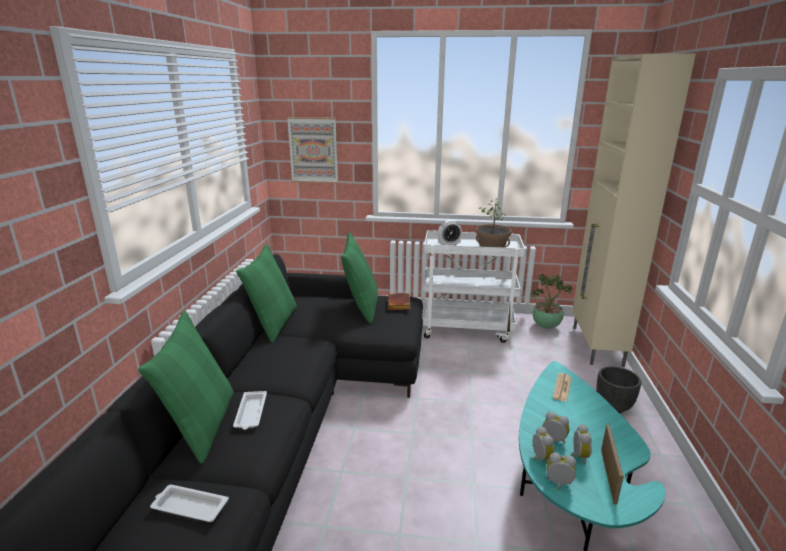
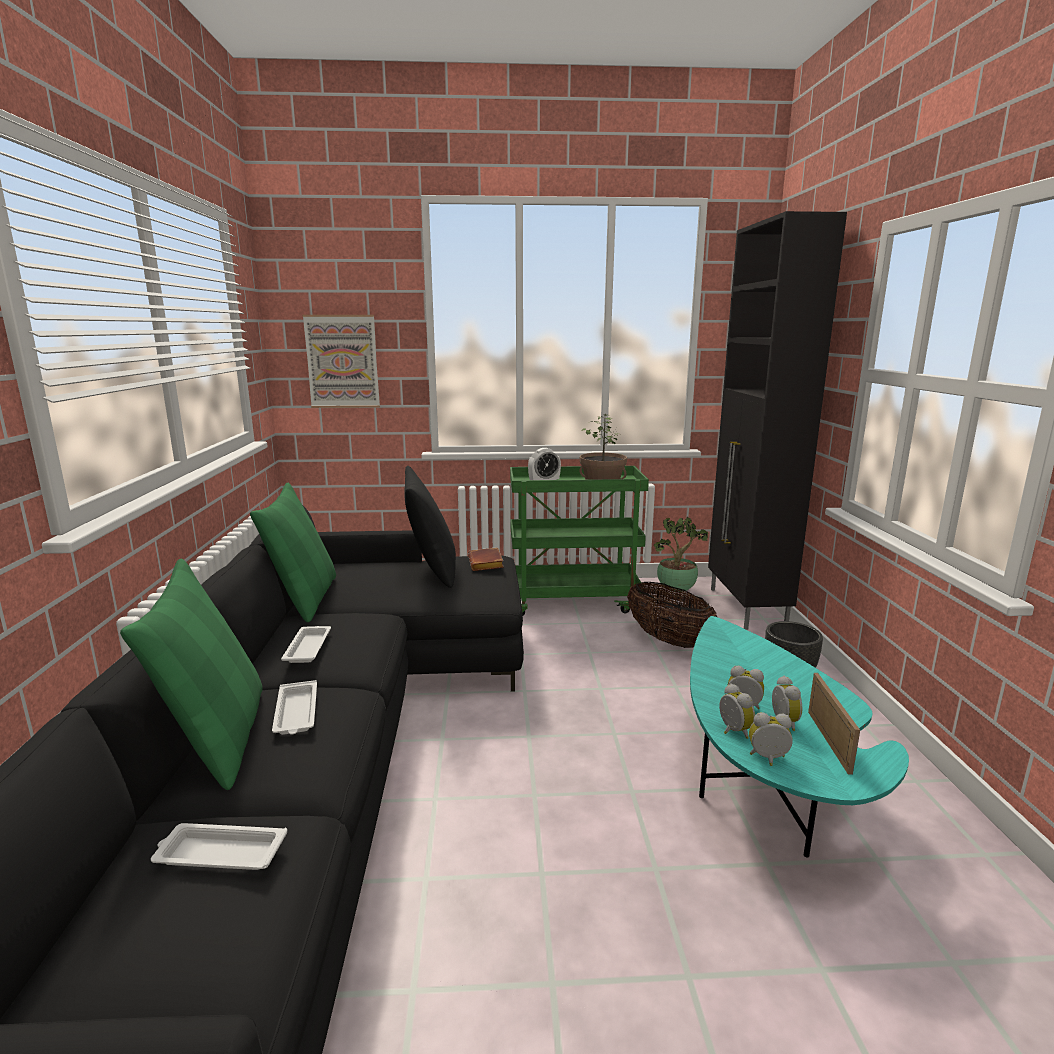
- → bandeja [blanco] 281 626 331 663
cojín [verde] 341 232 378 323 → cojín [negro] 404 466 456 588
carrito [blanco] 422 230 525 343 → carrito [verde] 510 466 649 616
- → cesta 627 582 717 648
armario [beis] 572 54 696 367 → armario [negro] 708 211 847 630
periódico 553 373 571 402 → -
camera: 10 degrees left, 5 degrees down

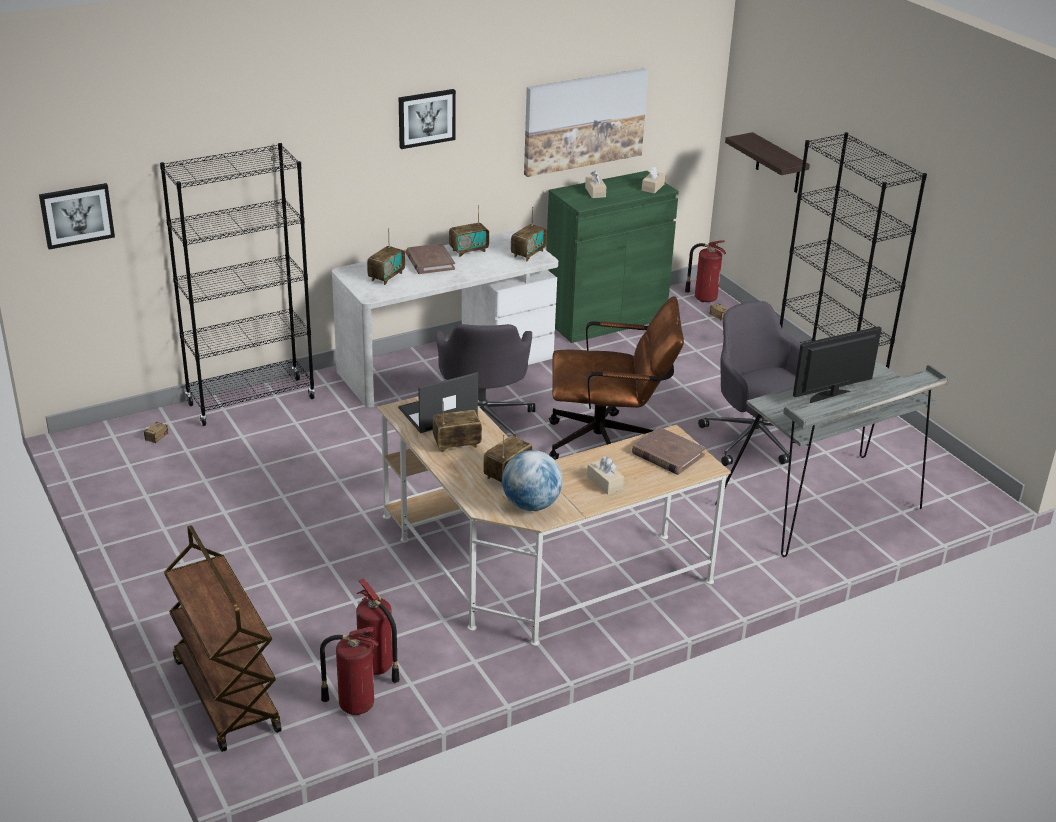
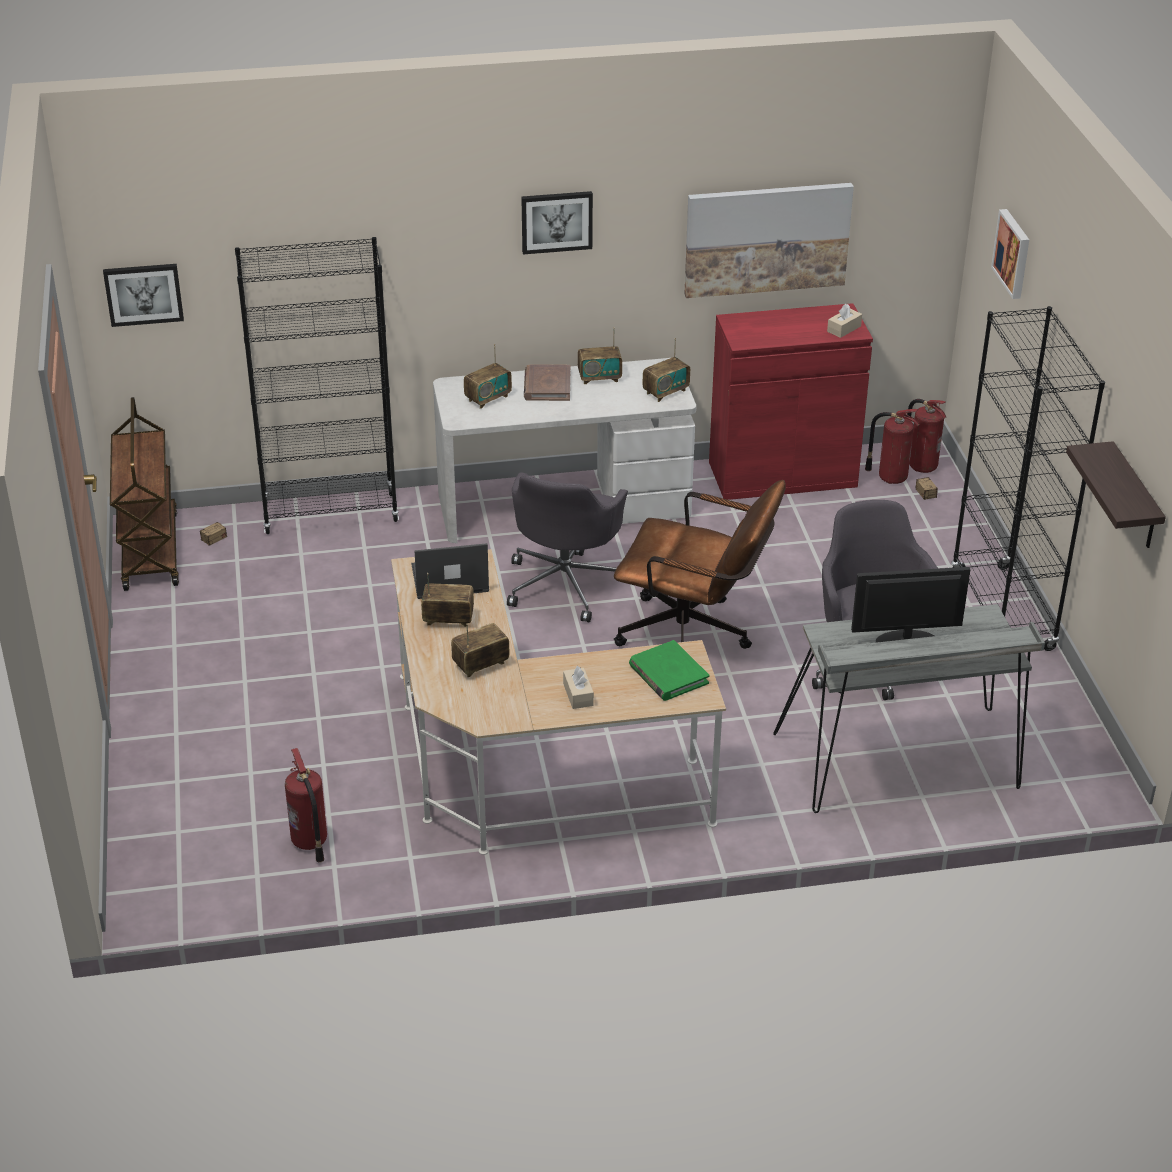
carrito [marrón] 164 525 282 752 → carrito [marrón] 110 397 179 591, shifted
libro [marrón] 632 427 705 475 → libro [verde] 629 640 709 701
armario [verde] 546 171 679 343 → armario [rojo] 709 303 873 500
extintor 320 627 379 715 → extintor 865 409 919 484, shifted
- → cuadro 991 209 1029 299
estante 725 132 810 193 → estante 1066 441 1166 548, shifted
globo terráqueo 502 450 563 511 → -
caja de pañuelos [beis] 585 171 606 198 → -
camera: 20 degrees right, 5 degrees up

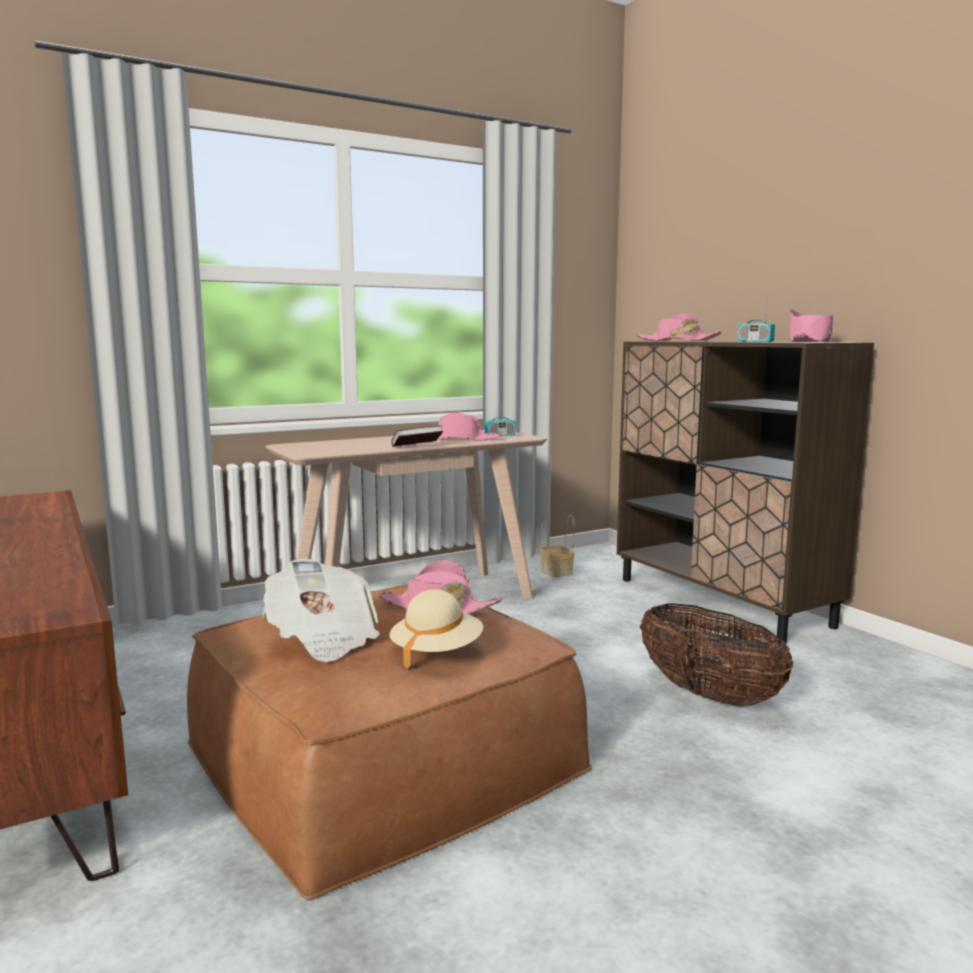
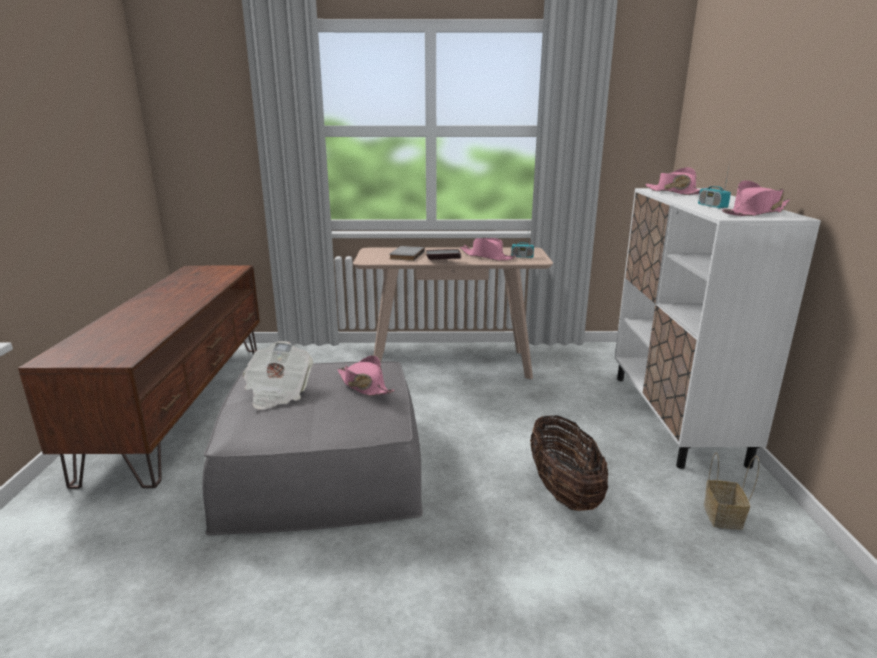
puf [marrón] 187 585 592 900 → puf [gris] 202 361 423 535
- → libro [gris] 389 246 425 261
armario [marrón] 617 341 874 643 → armario [blanco] 615 188 821 469
cesta 540 514 575 577 → cesta 704 453 759 530, shifted
sombrero [beis] 390 589 483 669 → -
camera: 30 degrees right, 10 degrees up

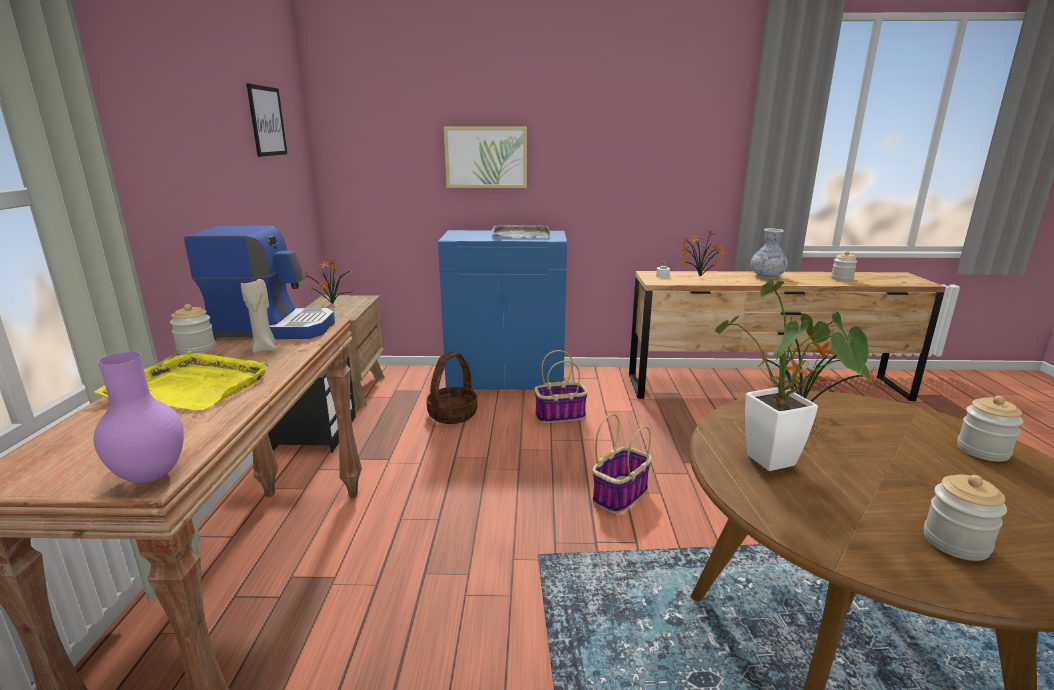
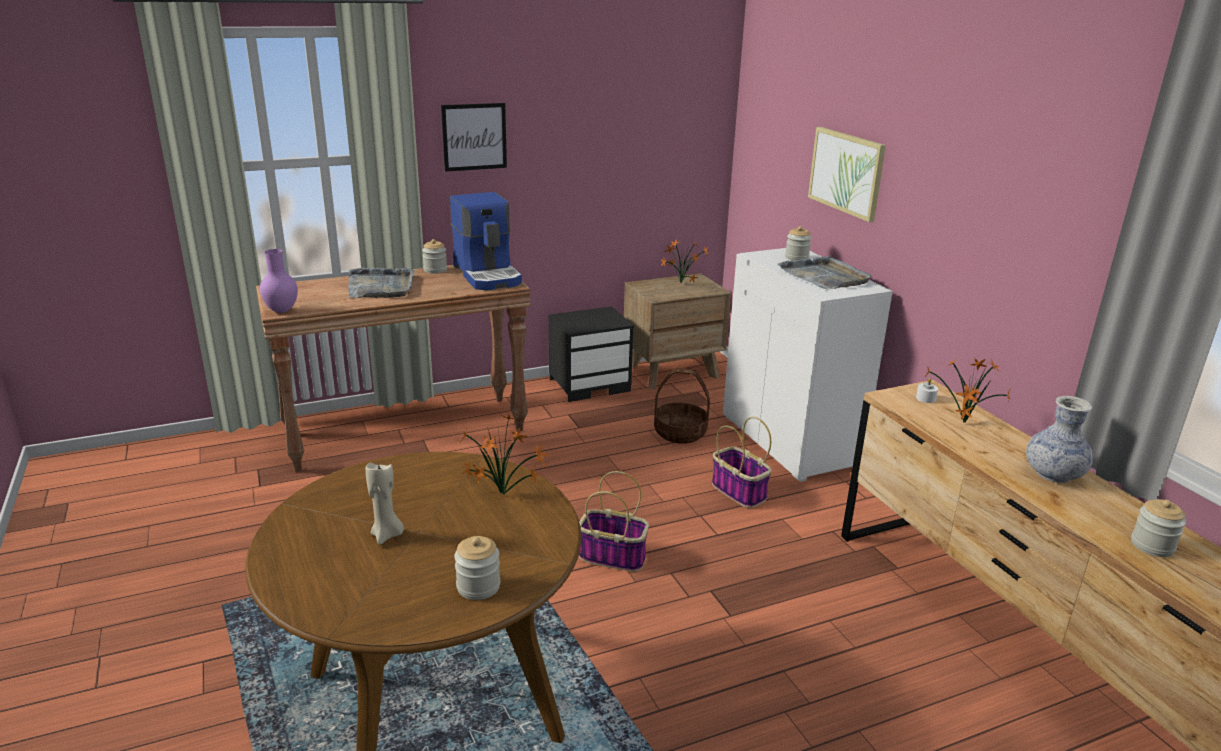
bandeja [amarillo] 95 351 269 410 → bandeja [gris] 348 268 414 298
vela [beis] 241 279 277 353 → vela [beis] 365 461 404 545, shifted
cuadro 247 84 287 157 → cuadro 441 103 507 172, shifted
armario [azul] 438 230 567 390 → armario [blanco] 723 248 893 482
tarro 924 475 1007 561 → tarro 785 226 812 261, shifted
planta en maceta 715 280 873 471 → -
camera: 65 degrees right, 5 degrees up

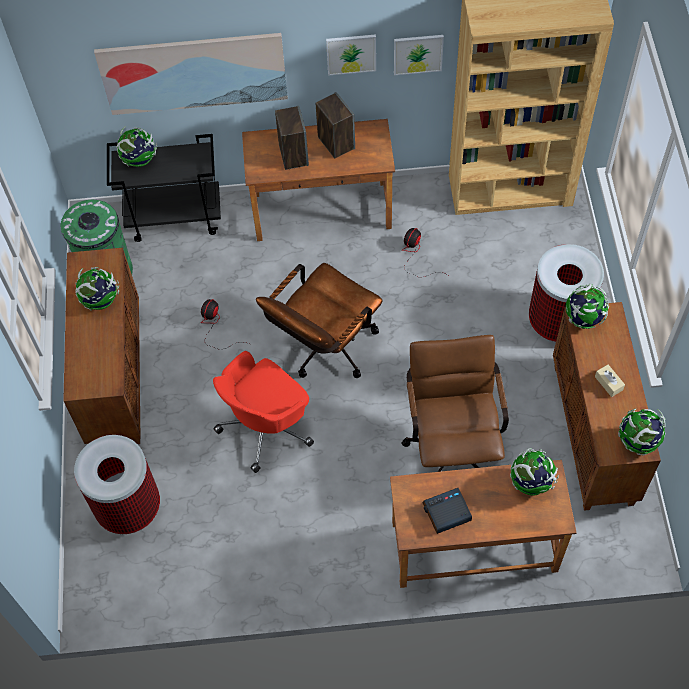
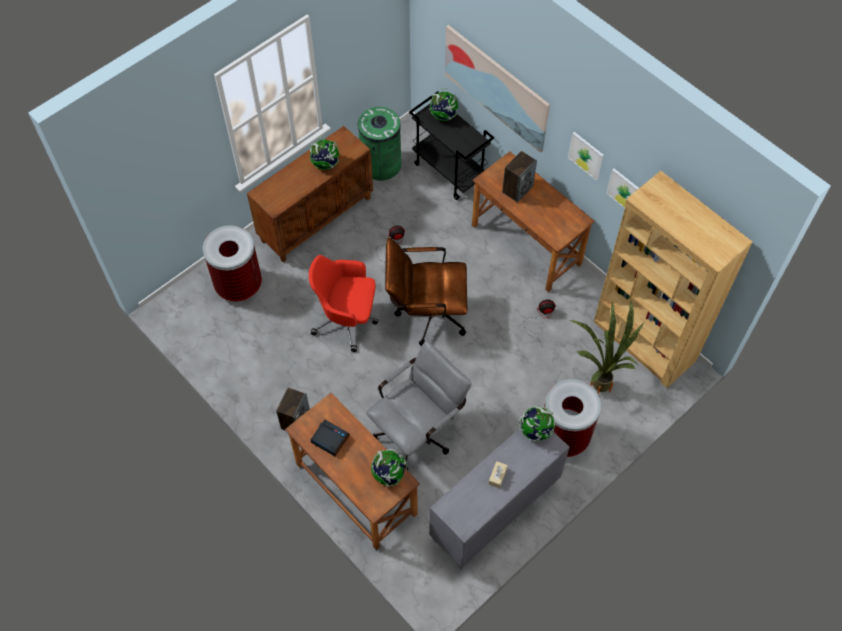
altavoz 316 92 355 158 → altavoz 276 388 310 431, shifted
silla de oficina [marrón] 401 335 509 472 → silla de oficina [gris] 366 340 472 471
armario [marrón] 553 302 661 511 → armario [gris] 429 426 570 569
- → planta en maceta 570 298 644 394
globo terráqueo 618 409 666 455 → -
camera: 50 degrees right, 0 degrees up

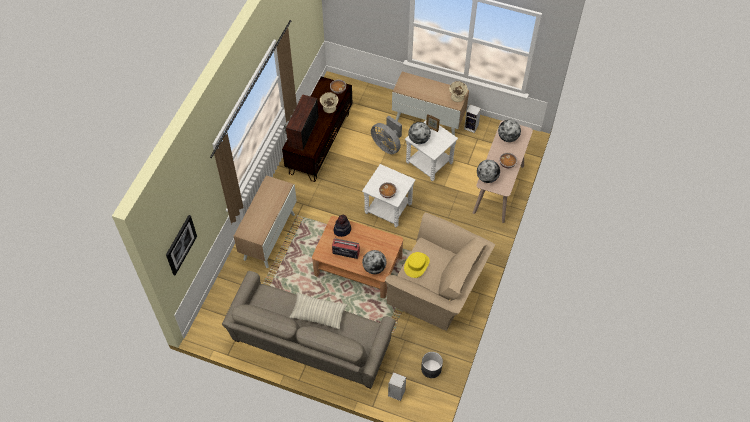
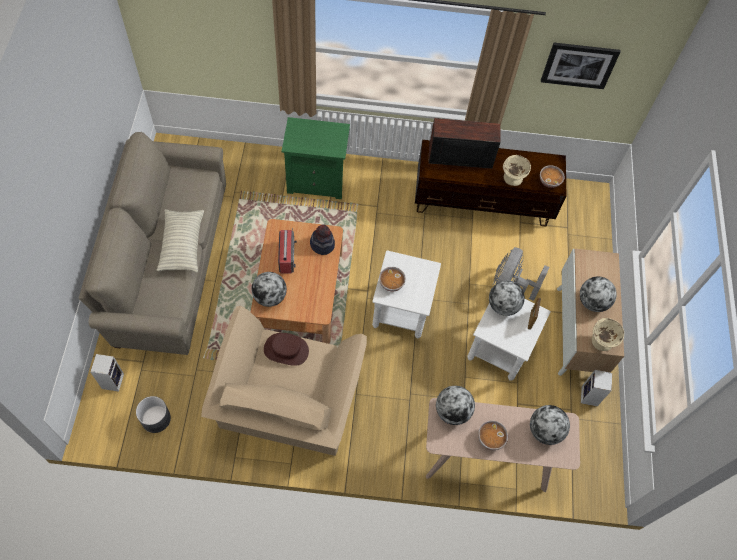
sombrero [amarillo] 404 252 430 278 → sombrero [marrón] 264 333 309 366
armario 234 176 297 268 → mesita de noche [verde] 282 117 350 199
cuadro 166 215 197 275 → cuadro 541 43 620 89, shifted
- → globo terráqueo 580 277 617 312
camera: 70 degrees right, 5 degrees up

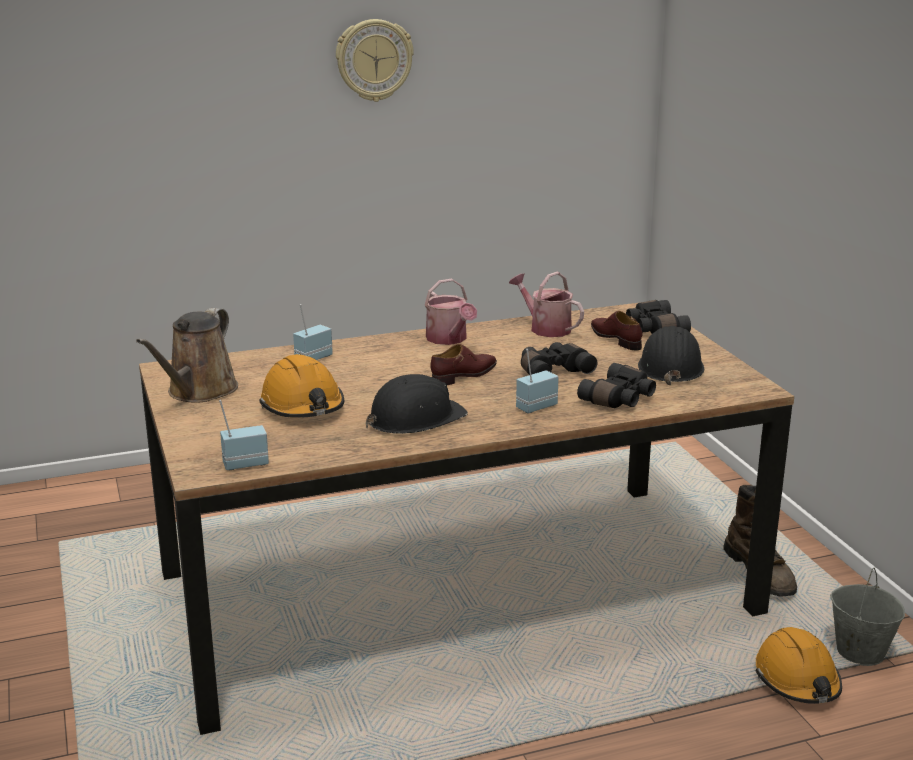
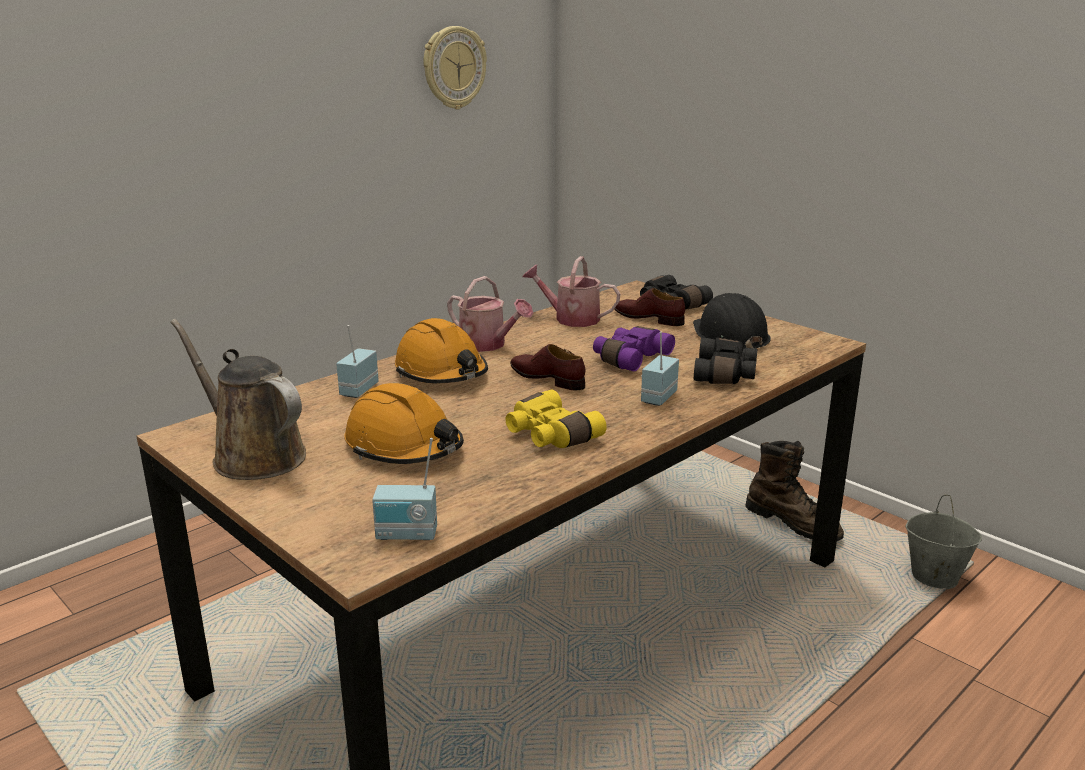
regadera [marrón] 136 308 238 403 → regadera [marrón] 170 319 306 480, 135 degrees clockwise
radio 219 400 269 471 → radio 372 438 437 540, 135 degrees counterclockwise
casco [naranja] 756 627 842 704 → casco [naranja] 395 318 488 383, shifted
reloj de pared 336 19 414 102 → reloj de pared 423 26 487 109, shifted
casco [negro] 366 374 468 434 → prismáticos [amarillo] 506 390 607 448
zapato [marrón] 431 344 497 385 → zapato [marrón] 510 344 586 390, 75 degrees counterclockwise
prismáticos [negro] 521 342 597 375 → prismáticos [morado] 593 326 675 371
camera: 25 degrees left, 0 degrees up

